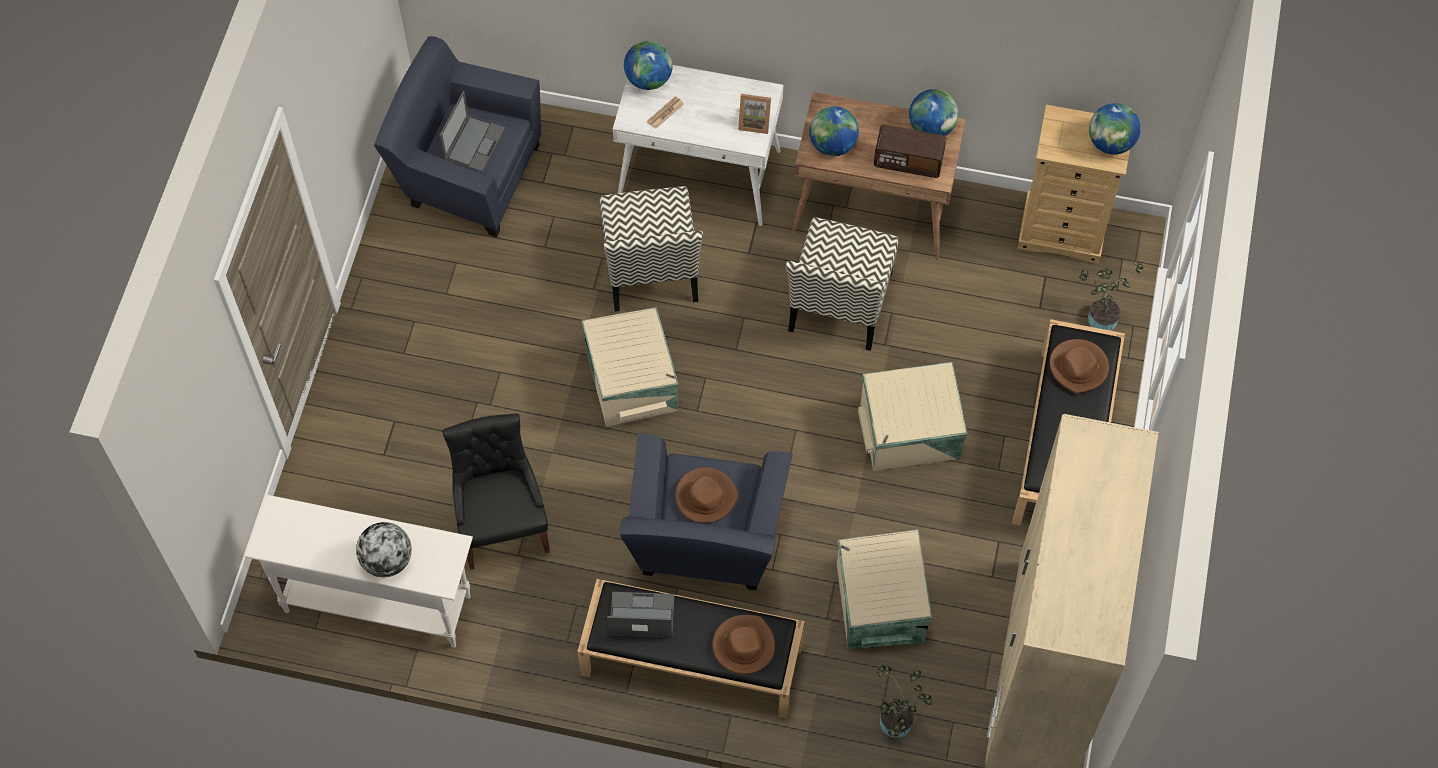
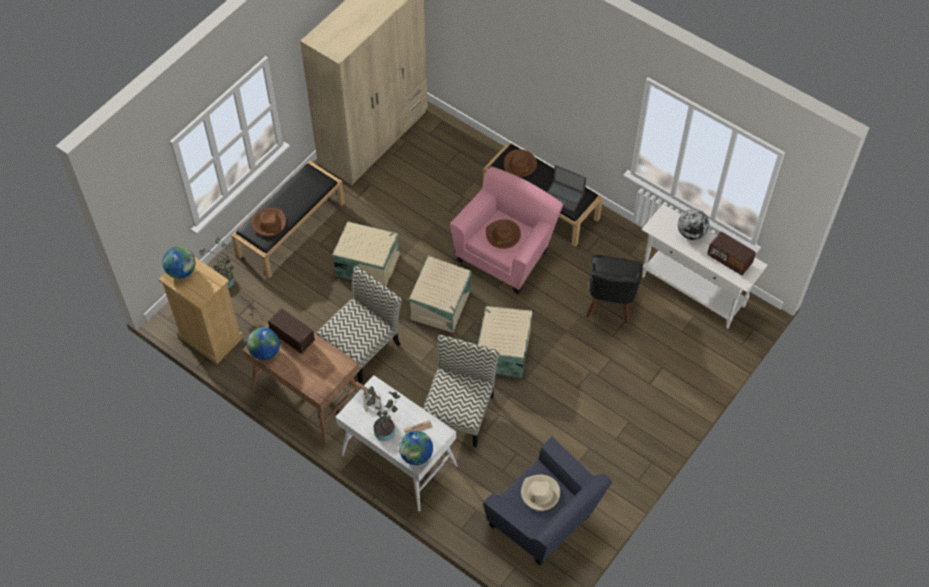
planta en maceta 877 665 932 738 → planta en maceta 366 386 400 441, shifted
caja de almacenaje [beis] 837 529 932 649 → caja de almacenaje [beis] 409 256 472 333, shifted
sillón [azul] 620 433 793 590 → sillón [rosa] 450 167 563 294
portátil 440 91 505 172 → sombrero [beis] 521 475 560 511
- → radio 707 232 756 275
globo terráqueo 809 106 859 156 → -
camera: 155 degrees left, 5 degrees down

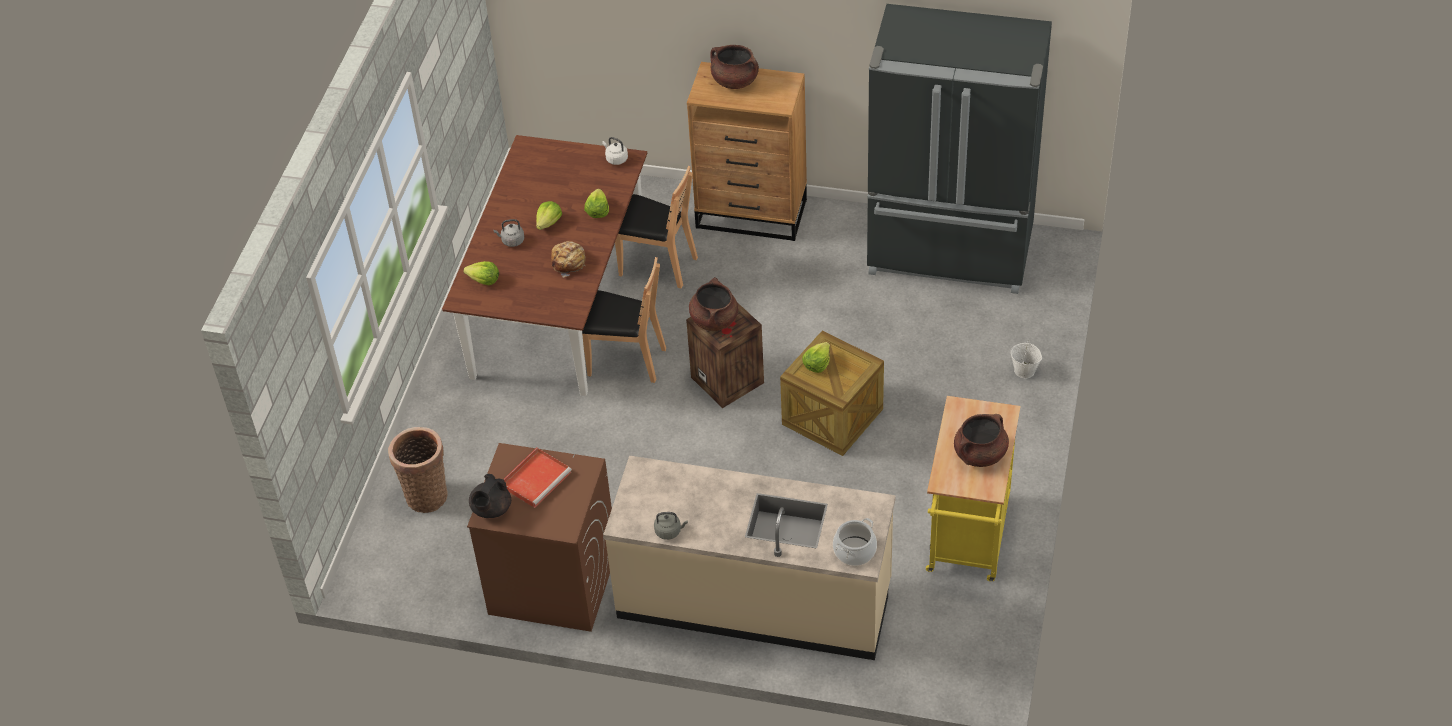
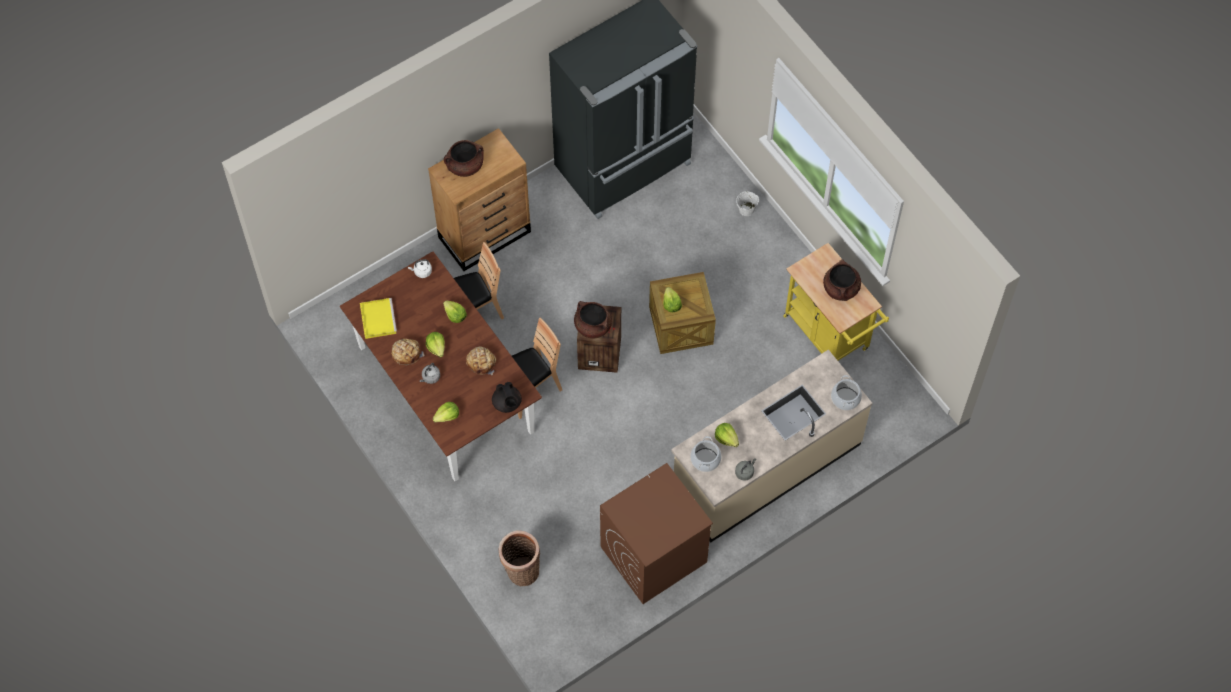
- → bandeja [amarillo] 360 298 397 339
- → pan 391 338 425 366
tetera [negro] 469 474 511 518 → tetera [negro] 492 382 522 413, shifted
- → olla 690 436 721 472
- → lechuga 715 423 739 447
bandeja [rojo] 503 448 572 508 → -
camera: 50 degrees left, 15 degrees up

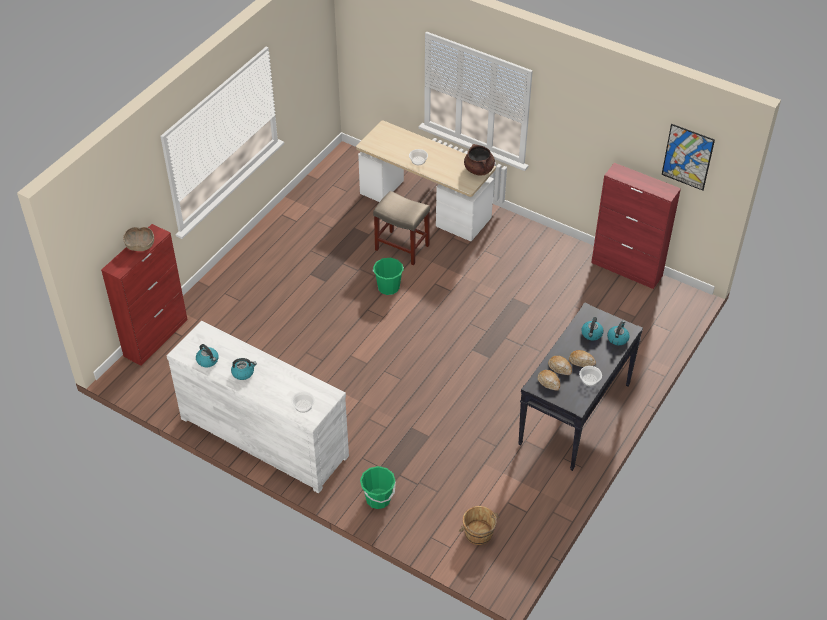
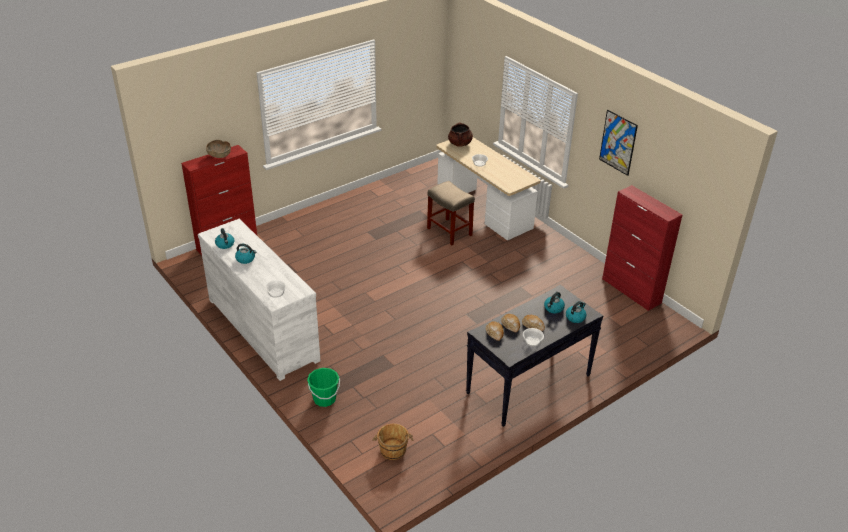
olla [marrón] 464 144 495 176 → olla [marrón] 448 122 473 147, shifted
cuadro 662 124 715 191 → cuadro 599 110 638 176, shifted
cubo [verde] 373 258 404 295 → -
camera: 20 degrees right, 10 degrees down

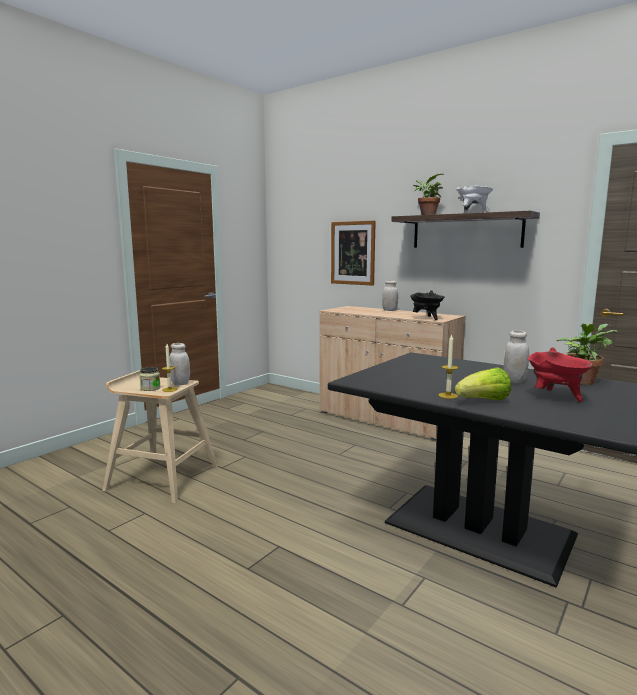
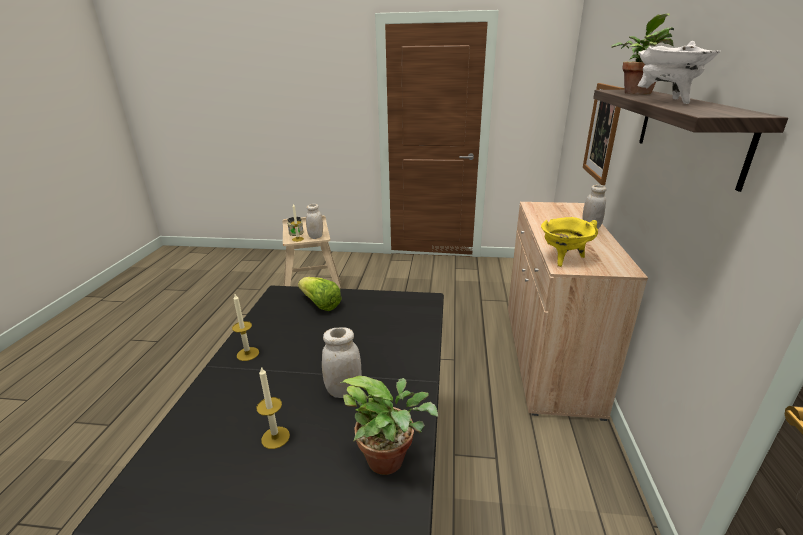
olla [rojo] 528 347 593 402 → vela 257 366 290 449
lechuga 455 367 511 401 → lechuga 298 277 342 311, shifted
olla [negro] 410 290 445 320 → olla [amarillo] 541 217 598 267
camera: 60 degrees right, 15 degrees up

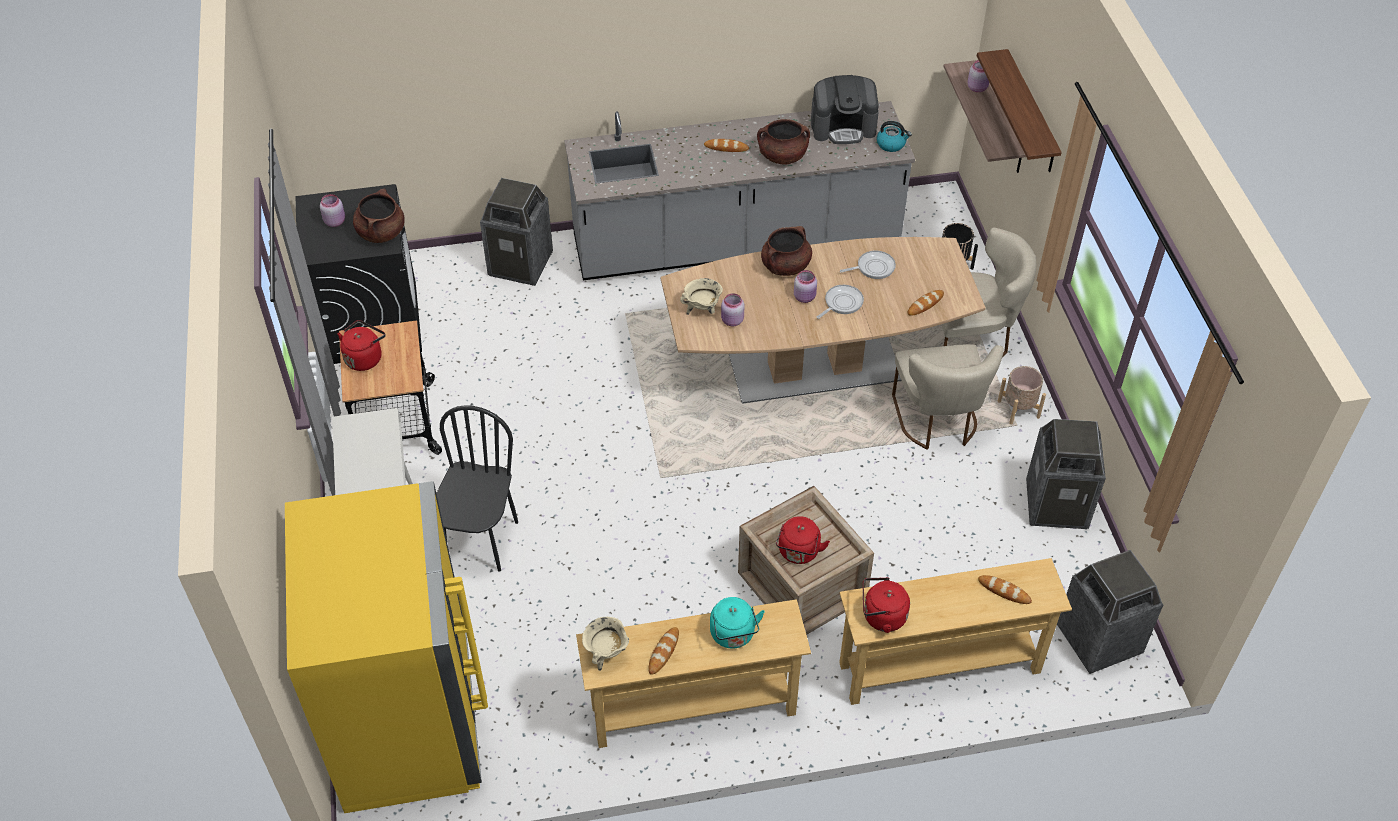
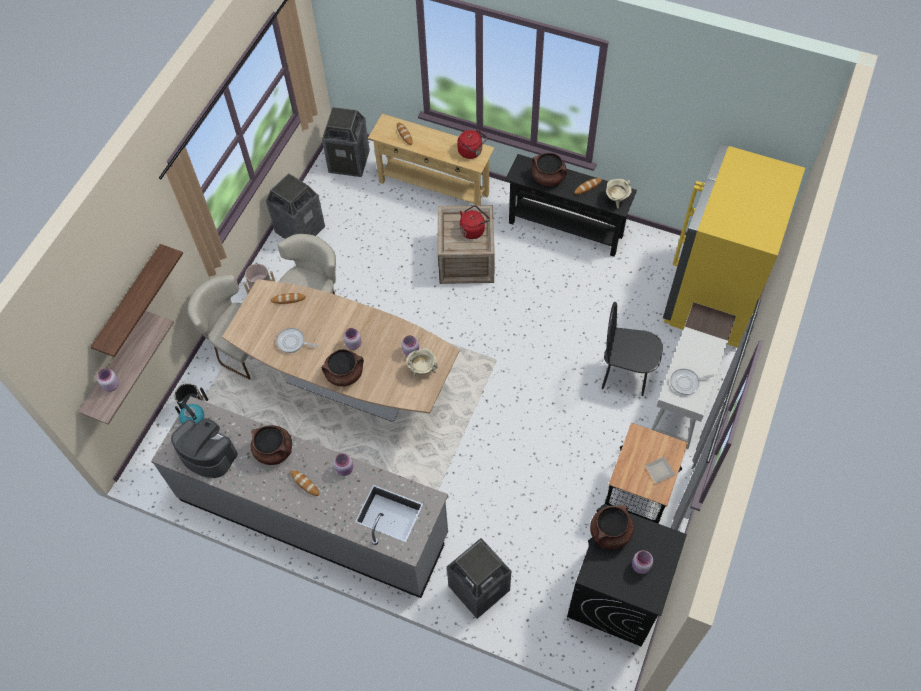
- → tarro [rosa] 334 453 353 476
mesa consola [beis] 576 599 811 748 → mesa consola [negro] 505 154 637 257
hervidor [turquesa] 710 597 765 649 → olla [marrón] 532 153 567 186
silla [negro] 436 405 518 572 → silla [negro] 602 302 663 396, 60 degrees clockwise
hervidor [rojo] 337 320 385 371 → plato 645 457 675 484
sartén 817 285 864 319 → sartén 670 369 714 395, shifted
camera: 145 degrees left, 10 degrees up

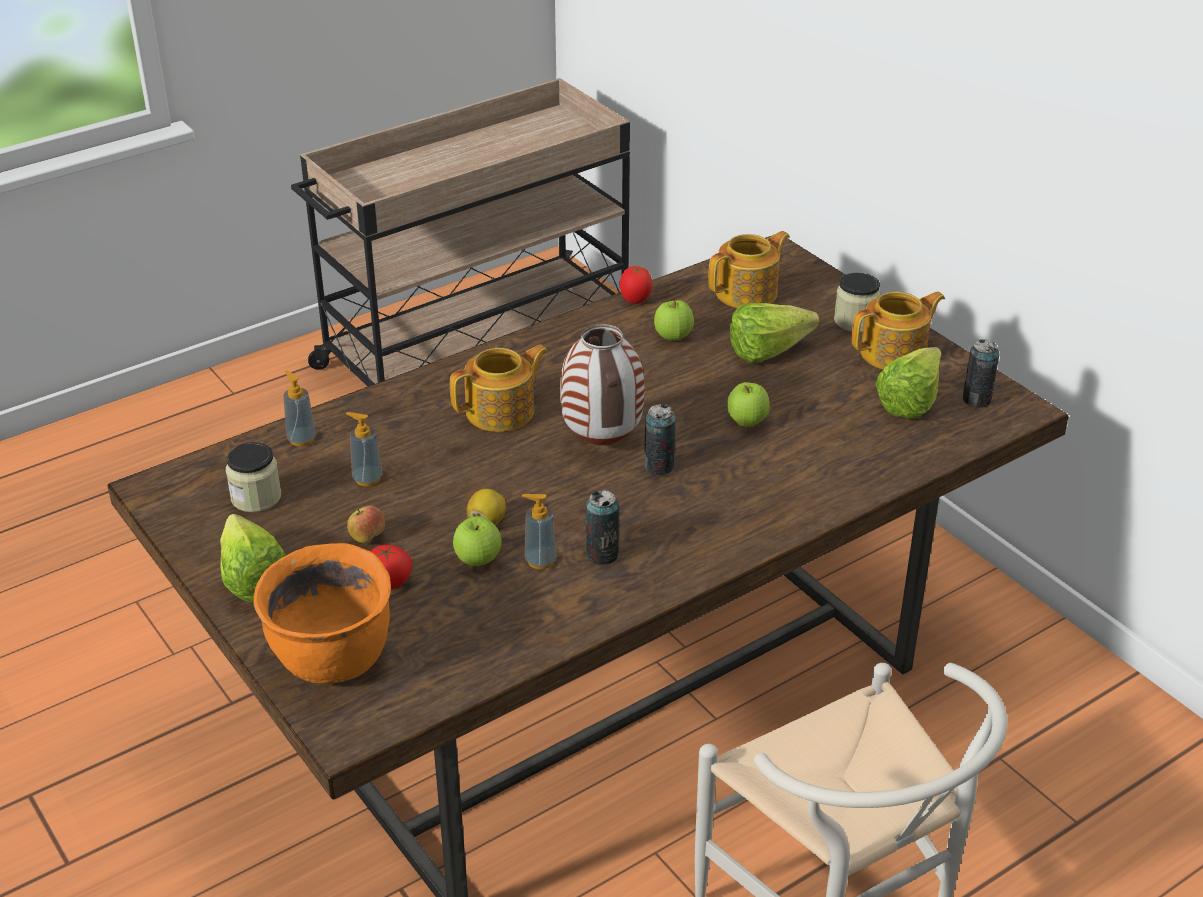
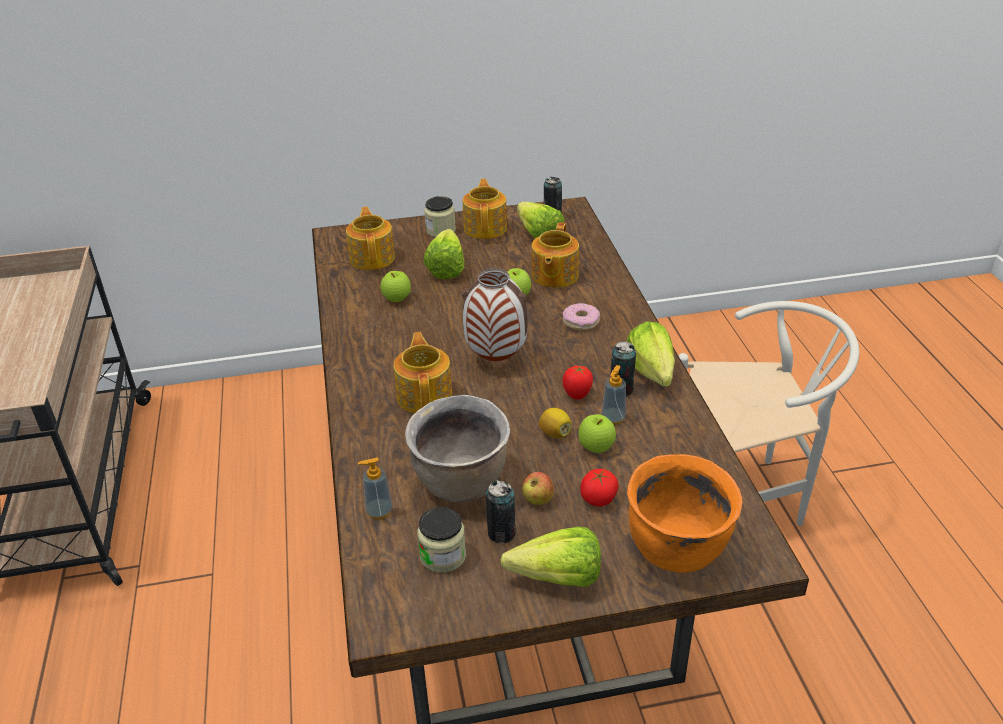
dispensador de jabón 346 412 383 487 → olla [marrón] 405 395 510 502
lata 644 404 676 475 → lata 486 480 516 543, shifted
- → tetera 532 222 579 288
- → rosquilla 563 303 600 331
tomate 620 266 652 304 → tomate 563 366 593 400, shifted
- → lechuga 627 322 675 387
camera: 65 degrees left, 0 degrees up

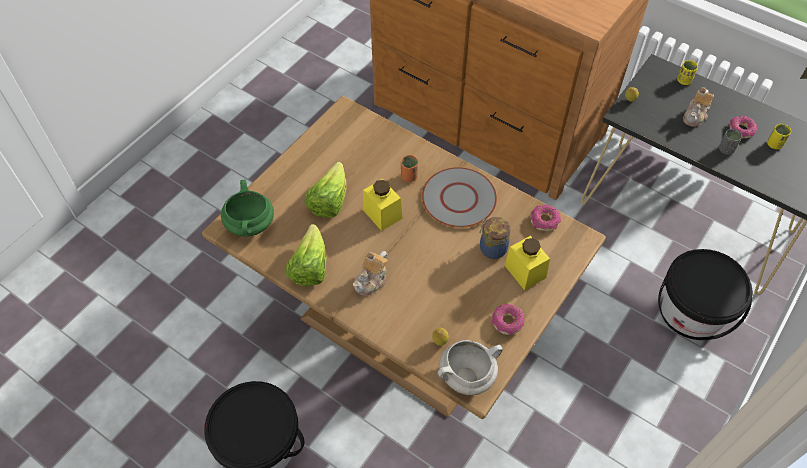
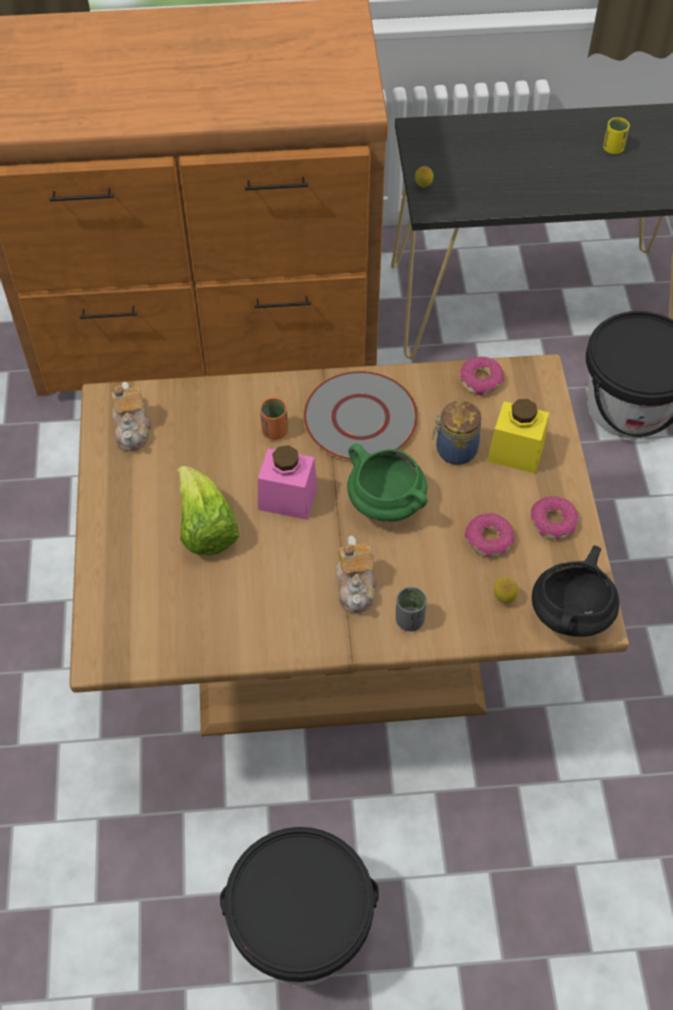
tetera 683 87 714 127 → tetera 111 382 152 451, shifted
tarro [amarillo] 363 179 402 231 → tarro [rosa] 258 445 317 520
olla [verde] 221 180 274 237 → olla [verde] 347 444 428 522, shifted
taza [gris] 719 129 742 155 → taza [gris] 396 587 427 631, shifted
rosquilla 729 116 757 138 → rosquilla 465 513 515 558, shifted
olla [blanco] 437 340 503 395 → olla [negro] 532 545 619 637
lechuga 286 224 327 286 → -
taza [amarillo] 677 60 698 85 → -
camera: 40 degrees left, 0 degrees up

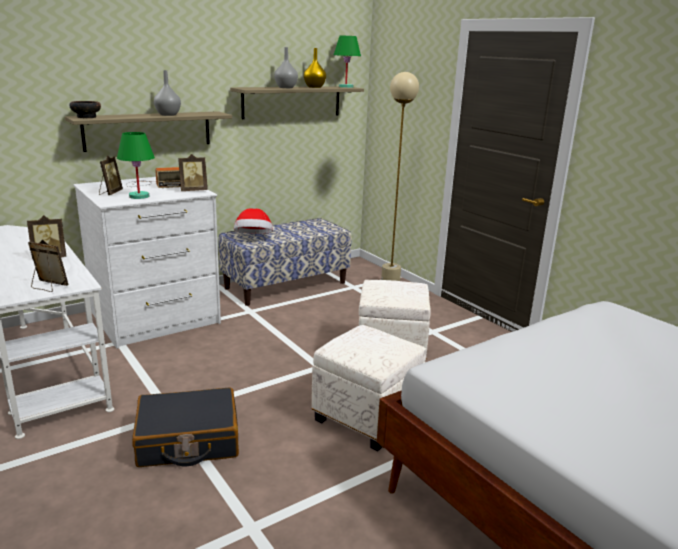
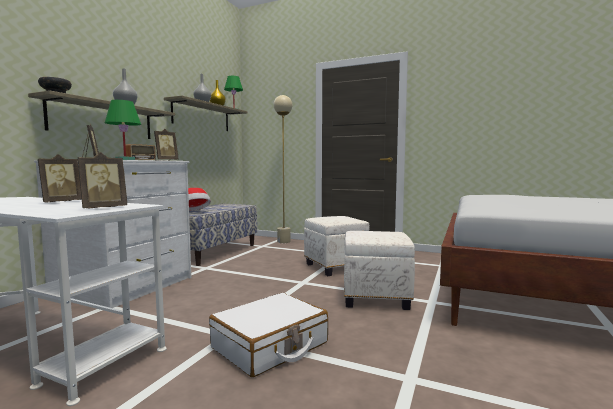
portarretratos 28 239 69 292 → portarretratos 78 152 127 208, 150 degrees clockwise
maleta [negro] 132 387 239 467 → maleta [blanco] 209 293 328 377
camera: 30 degrees left, 15 degrees down

